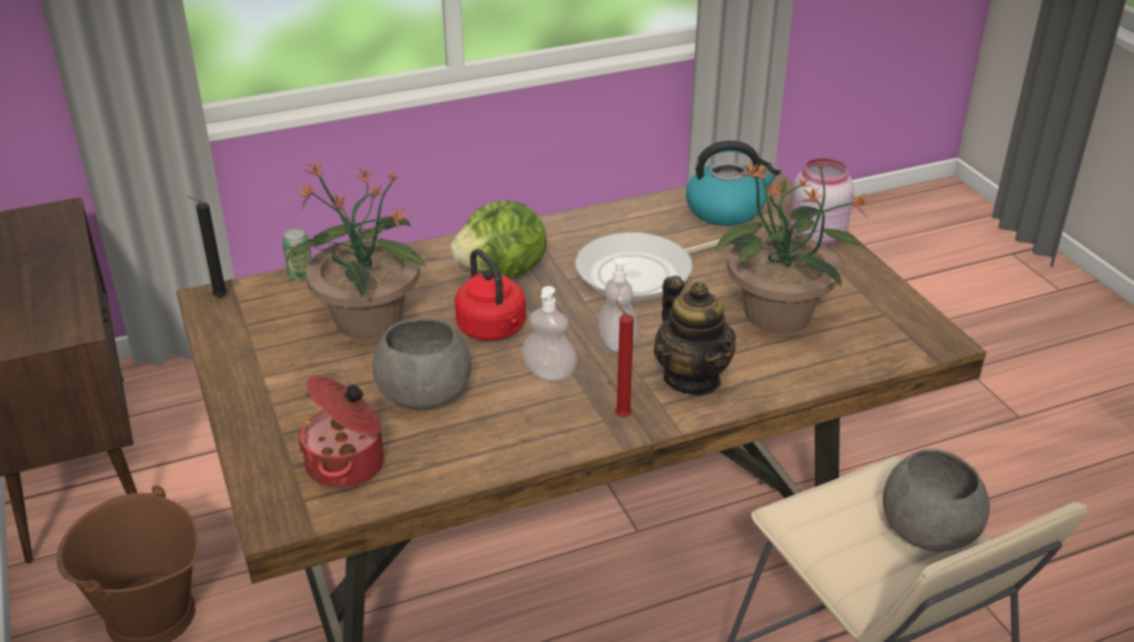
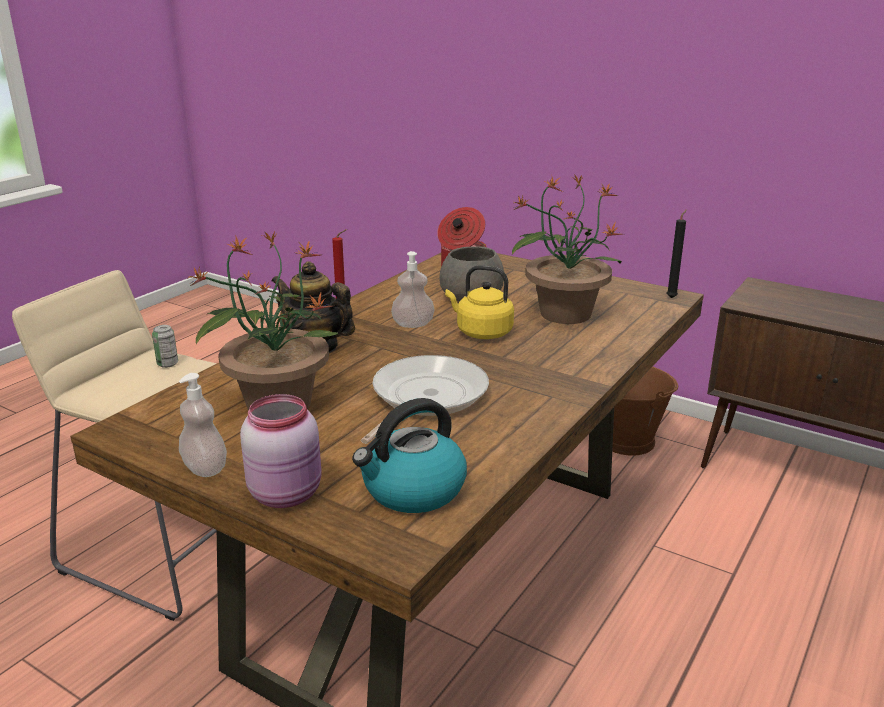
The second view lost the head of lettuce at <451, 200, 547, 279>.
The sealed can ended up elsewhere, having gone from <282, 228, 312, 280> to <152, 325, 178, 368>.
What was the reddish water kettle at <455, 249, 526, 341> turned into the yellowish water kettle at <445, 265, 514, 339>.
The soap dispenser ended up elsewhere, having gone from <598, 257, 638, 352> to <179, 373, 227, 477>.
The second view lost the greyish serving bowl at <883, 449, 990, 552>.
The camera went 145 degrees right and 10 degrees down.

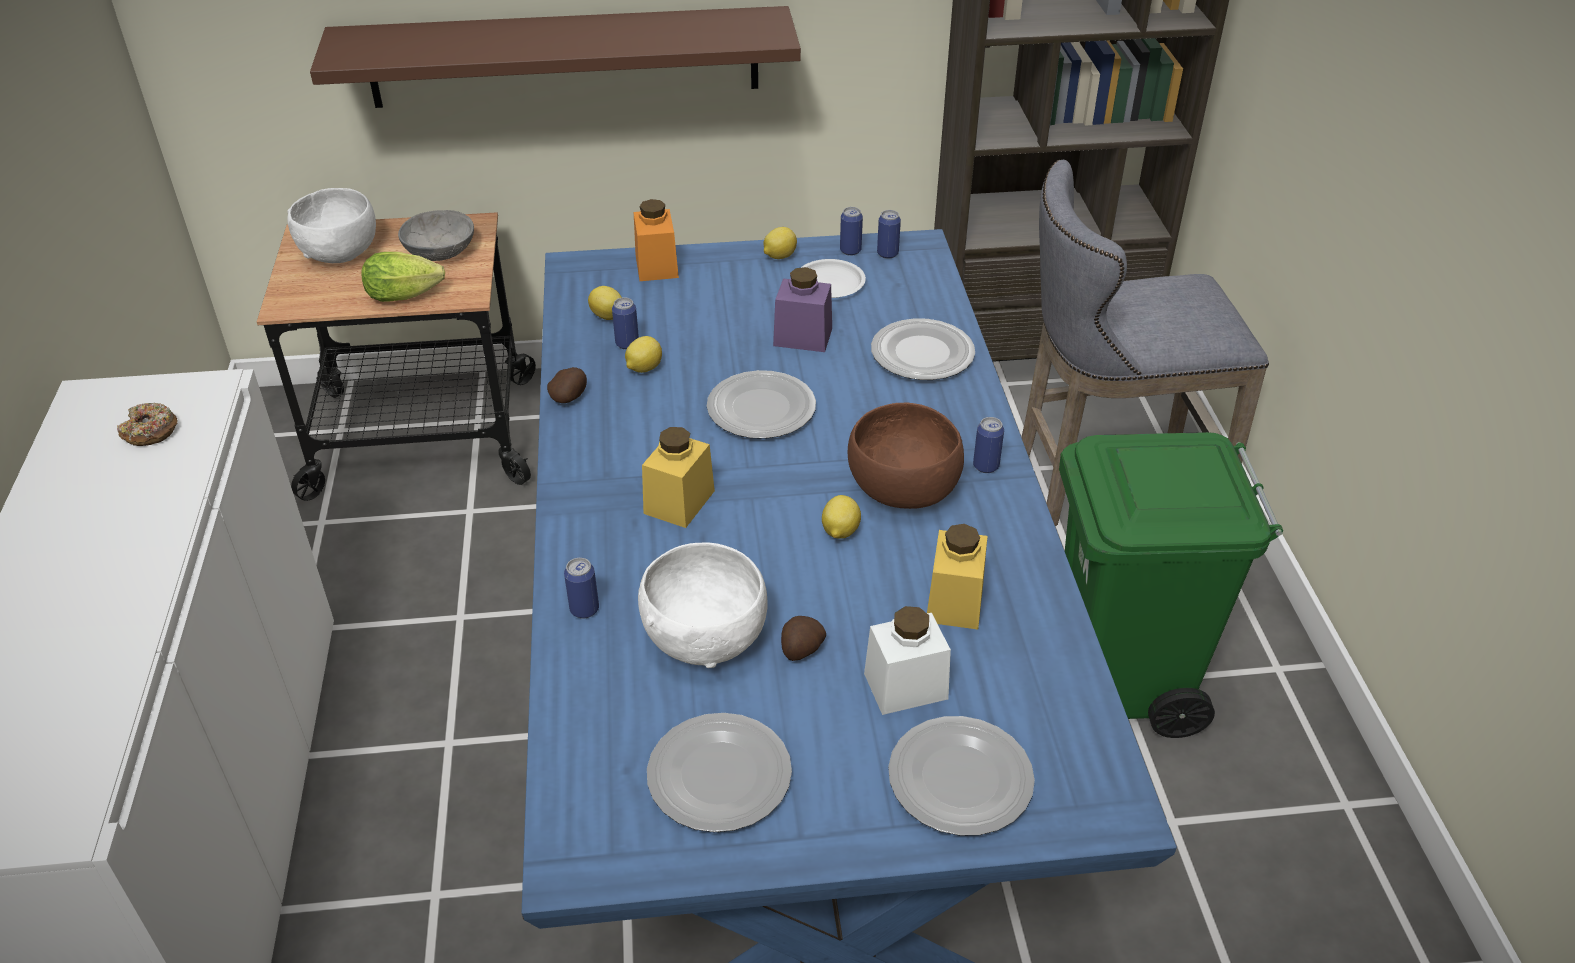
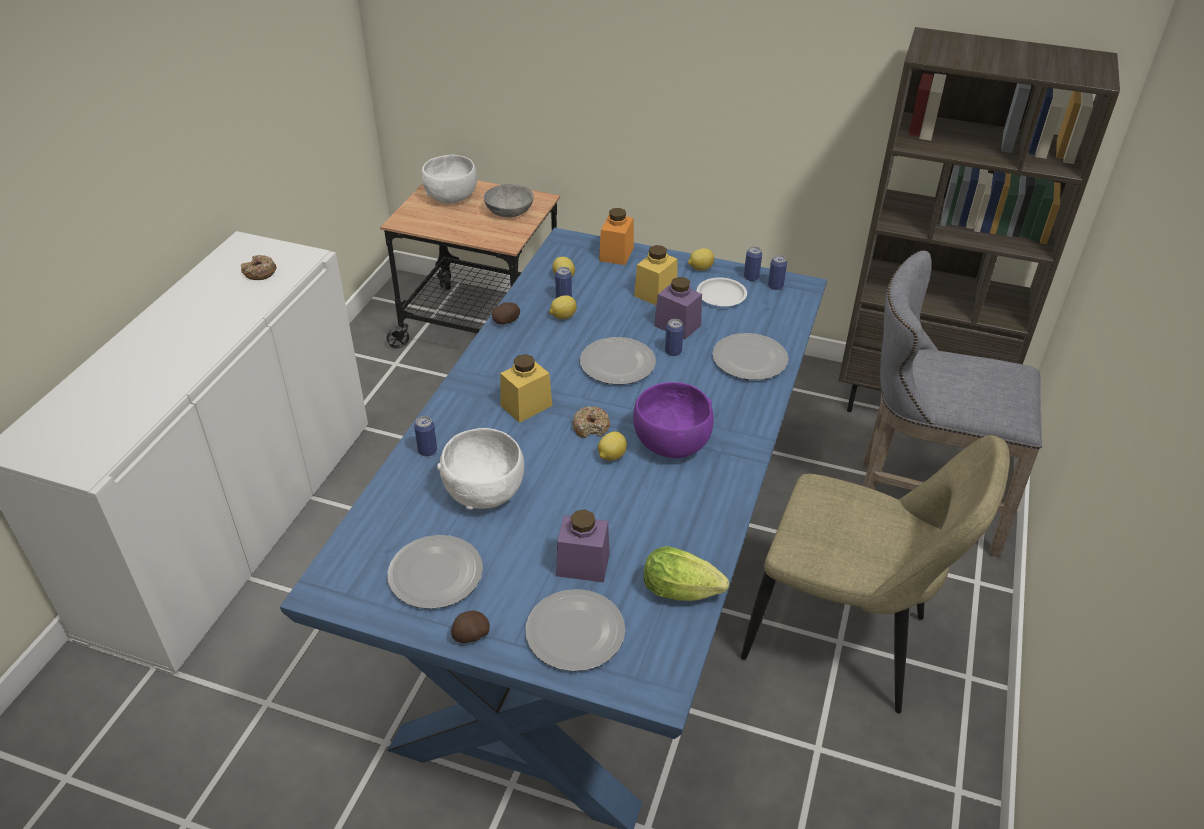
The second view lost the brown wall shelf at <310, 6, 801, 108>.
The head of lettuce ended up elsewhere, having gone from <361, 252, 445, 302> to <644, 546, 729, 601>.
What was the brown serving bowl at <848, 402, 964, 509> turned into the purple serving bowl at <633, 382, 714, 458>.
The sealed can ended up elsewhere, having gone from <973, 417, 1004, 473> to <665, 319, 684, 356>.
Where the greenish trash can stood at <1059, 432, 1283, 738>, the beige-coloured chair came to stand at <741, 435, 1010, 713>.
The yellowish preserve jar ended up elsewhere, having gone from <927, 524, 988, 629> to <634, 245, 678, 306>.
What was the whitish preserve jar at <864, 606, 951, 715> turned into the purple preserve jar at <556, 509, 610, 582>.
The whole potato ended up elsewhere, having gone from <781, 616, 826, 661> to <451, 610, 490, 643>.
The second view gained the doughnut at <572, 406, 610, 438>.
The camera went 25 degrees right and 0 degrees up.

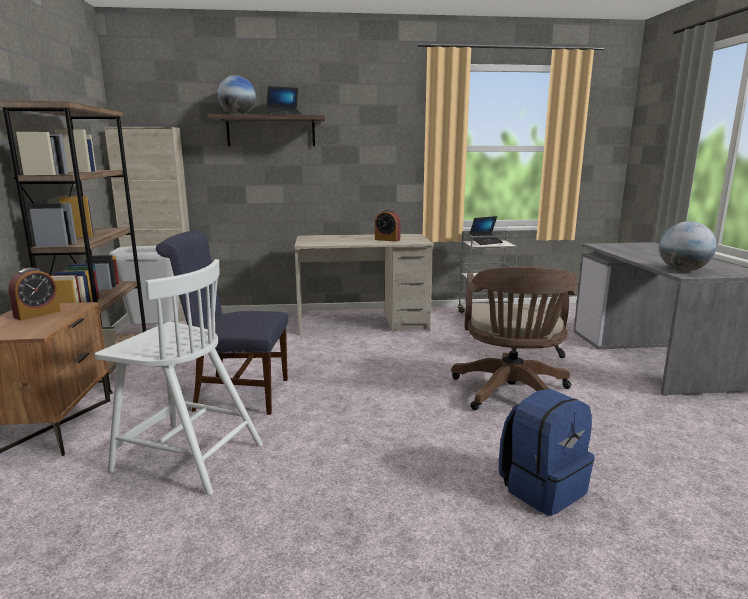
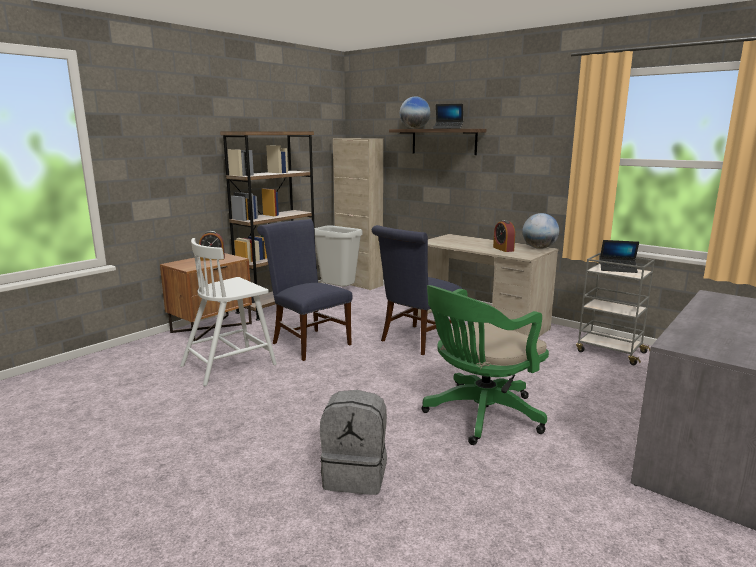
The desk globe ended up elsewhere, having gone from <659, 221, 717, 271> to <522, 213, 559, 249>.
The whitish chair at <95, 259, 263, 495> ended up facing another way, 75 degrees clockwise from before.
What was the brown desk chair at <451, 266, 578, 410> turned into the greenish desk chair at <422, 285, 549, 445>.
What was the blue-coloured knapsack at <499, 389, 595, 516> turned into the greyish knapsack at <320, 390, 387, 495>.
The second view gained the blue-coloured chair at <372, 225, 462, 355>.
The camera went 45 degrees right and 0 degrees up.

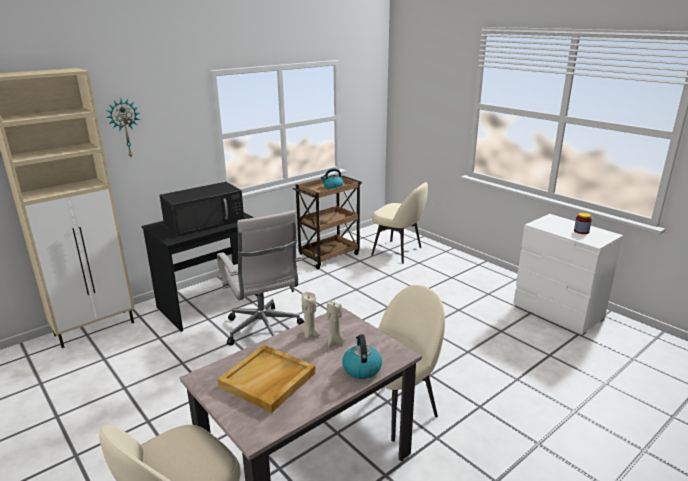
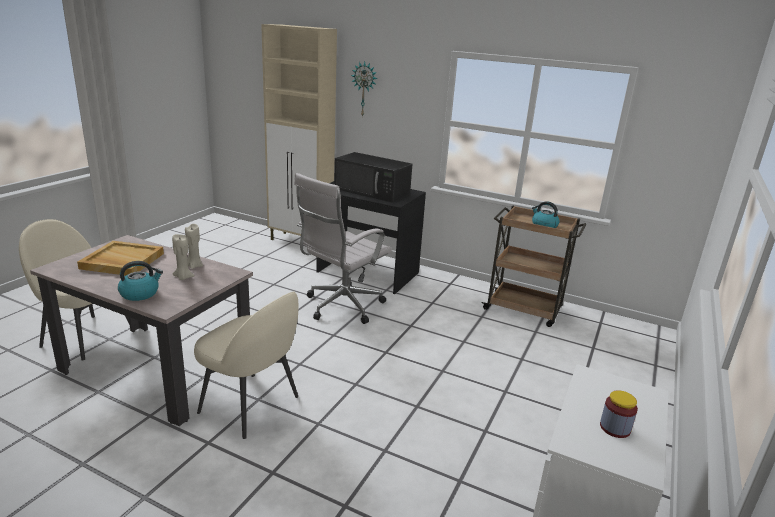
The second view lost the beige-coloured chair at <371, 182, 428, 264>.
The camera went 65 degrees right and 0 degrees up.

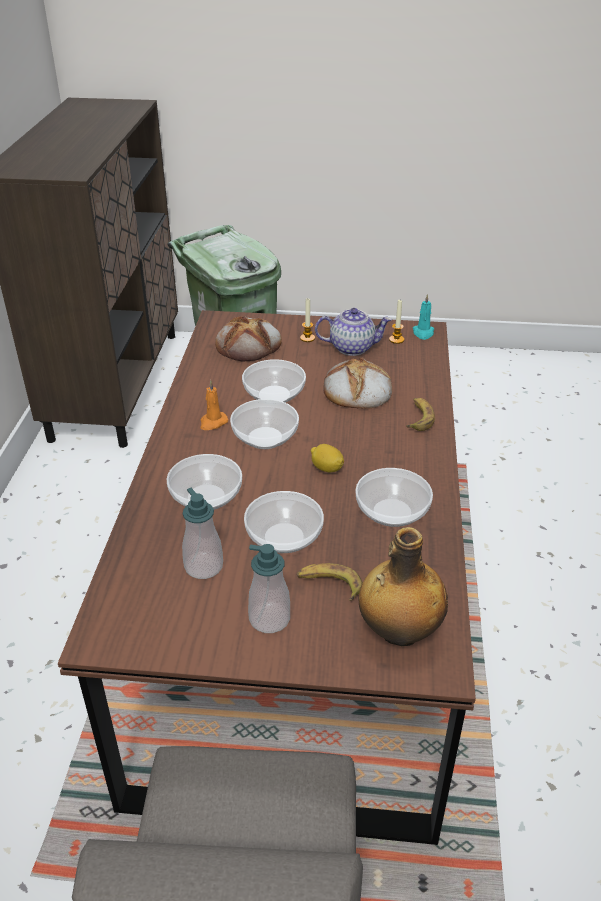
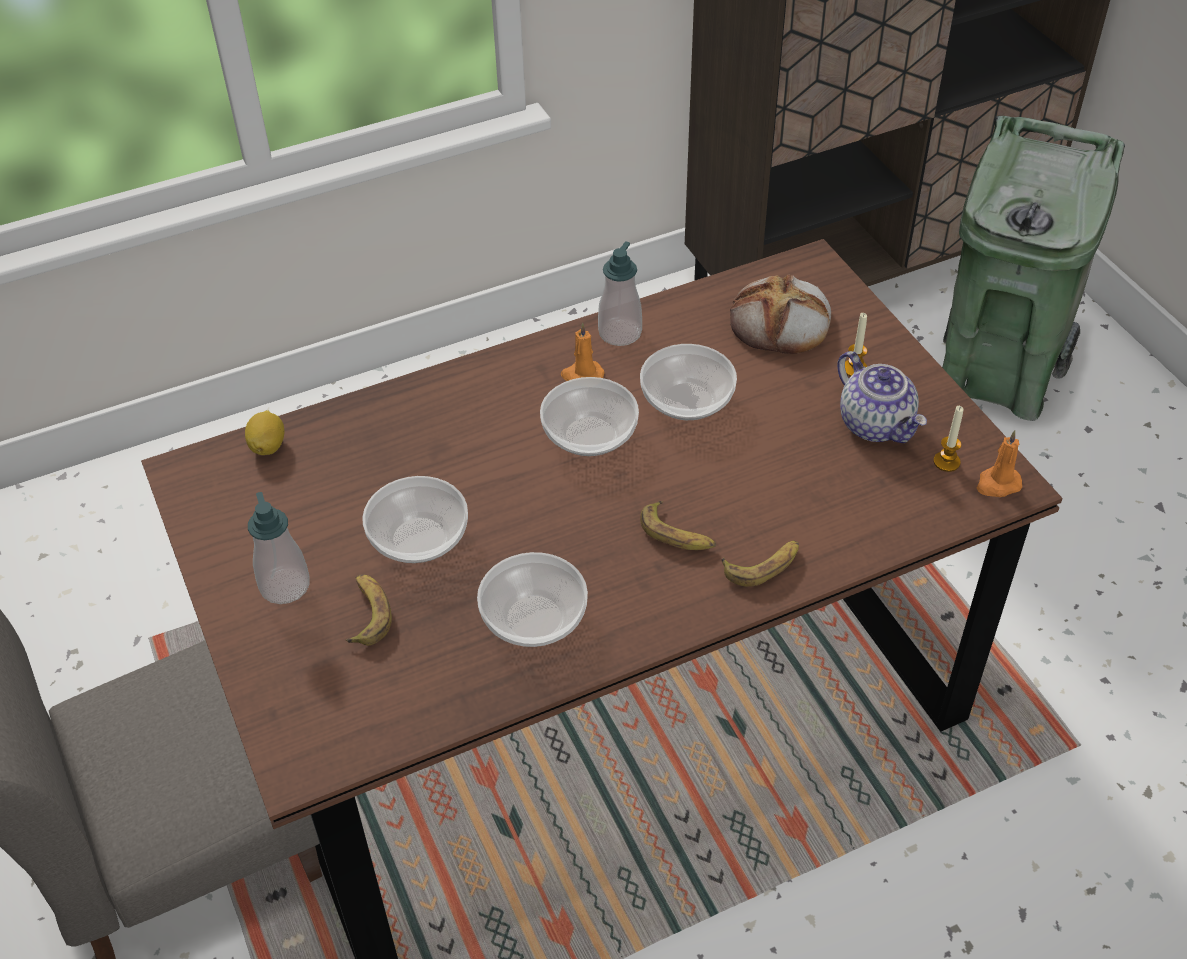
What was the blue-green wax light at <413, 294, 434, 340> turned into the orangey wax light at <977, 430, 1022, 497>.
The second view lost the baked bread at <323, 358, 392, 409>.
The whole lemon ended up elsewhere, having gone from <311, 444, 344, 472> to <245, 410, 285, 455>.
The second view lost the serving bowl at <167, 454, 242, 510>.
The soap dispenser ended up elsewhere, having gone from <182, 488, 223, 579> to <598, 241, 642, 346>.
The second view lost the beverage bottle at <358, 527, 448, 646>.
The second view gained the banana at <640, 501, 716, 550>.
The camera went 60 degrees right and 10 degrees up.

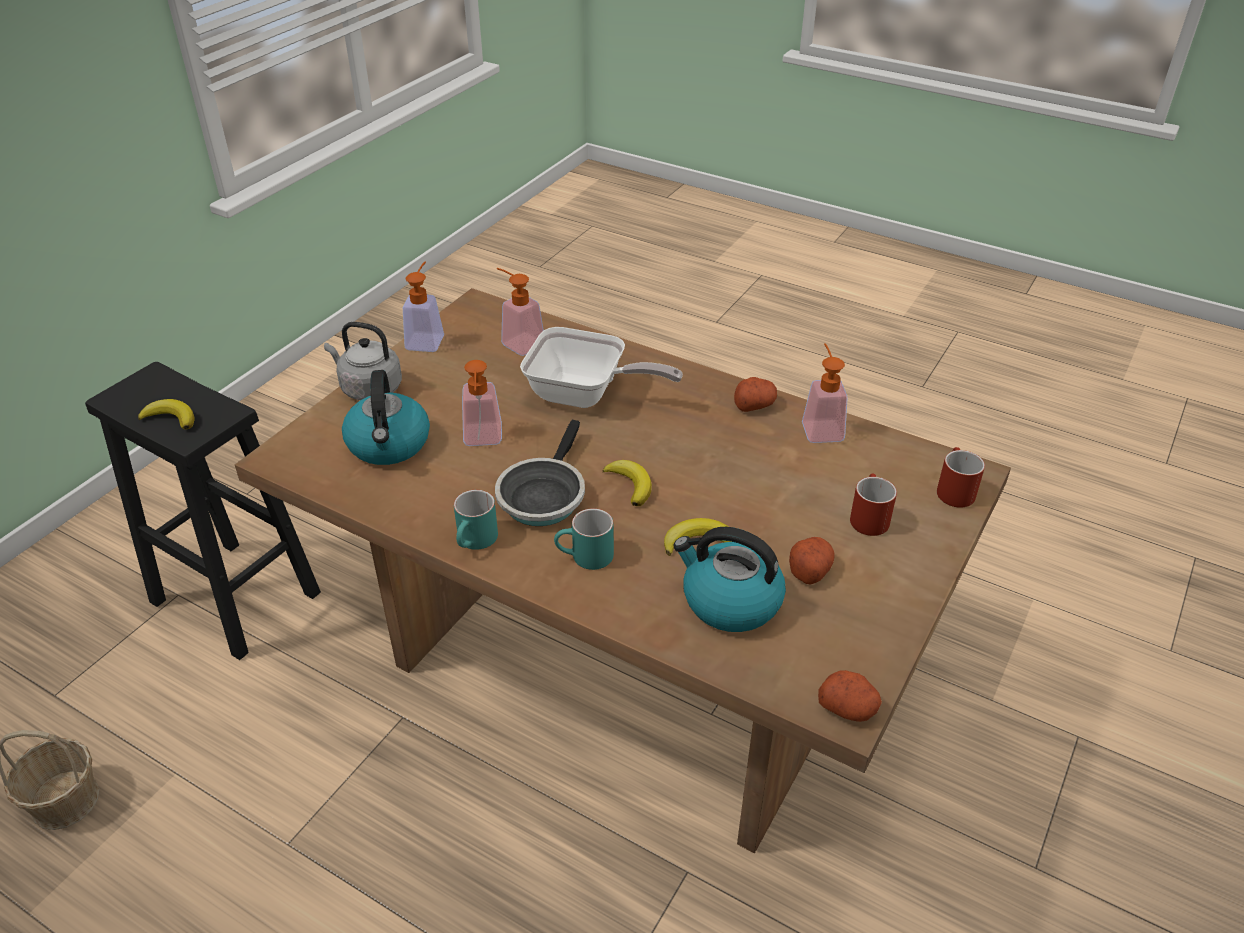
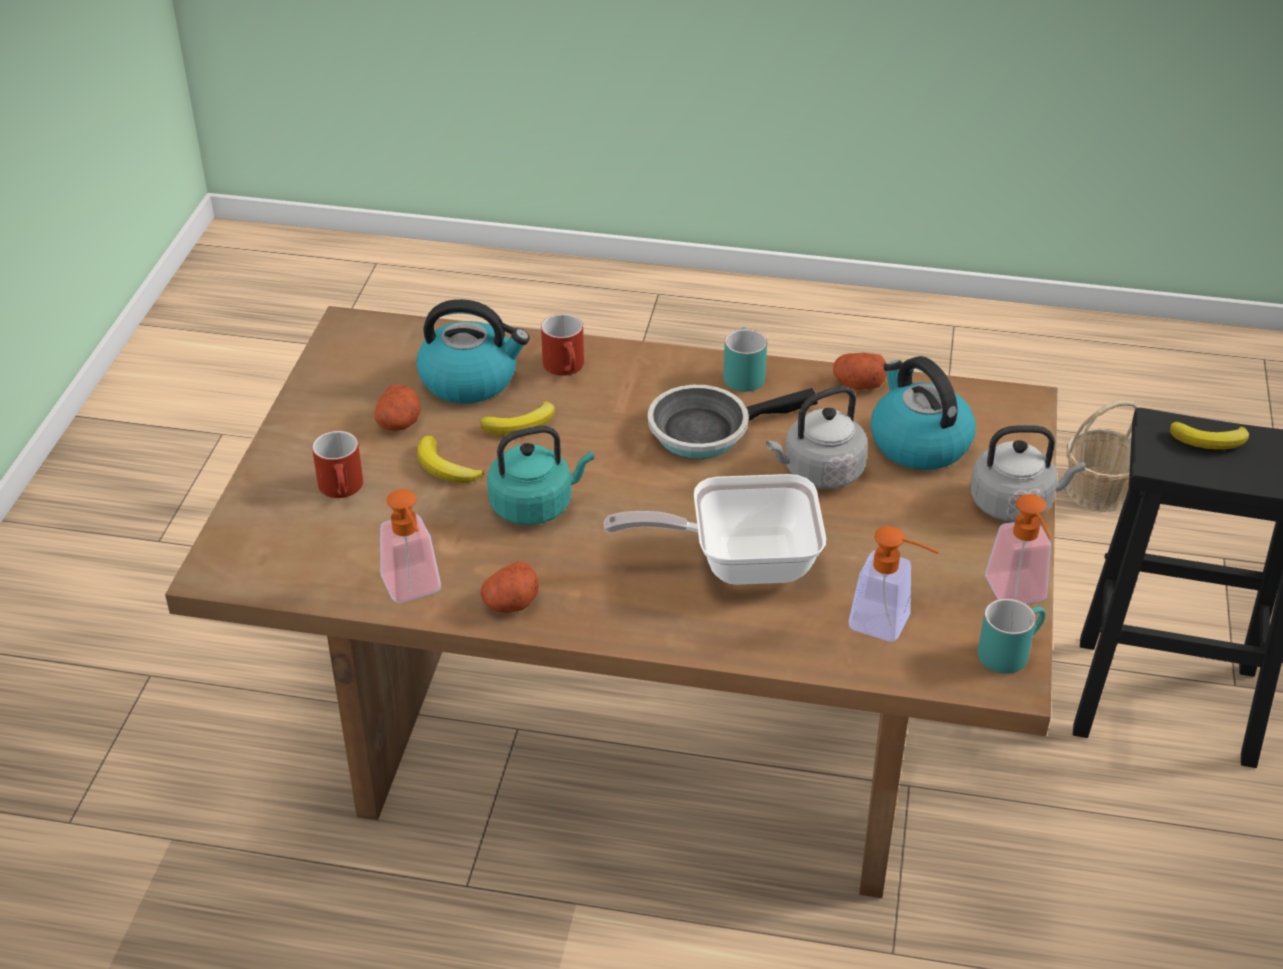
Where the soap dispenser stood at <462, 360, 502, 446>, the greyish water kettle came to stand at <766, 386, 868, 489>.
The frying pan at <495, 420, 585, 526> ended up facing another way, 105 degrees counterclockwise from before.
The reddish tea mug ended up elsewhere, having gone from <937, 447, 985, 508> to <541, 314, 584, 376>.
The banana ended up elsewhere, having gone from <603, 460, 652, 506> to <417, 435, 484, 483>.
The blue-green tea mug ended up elsewhere, having gone from <554, 508, 614, 570> to <978, 598, 1046, 674>.
The whole potato ended up elsewhere, having gone from <818, 670, 882, 722> to <833, 353, 887, 390>.
The second view gained the blue-green water kettle at <487, 426, 594, 525>.
The camera went 160 degrees right and 0 degrees up.

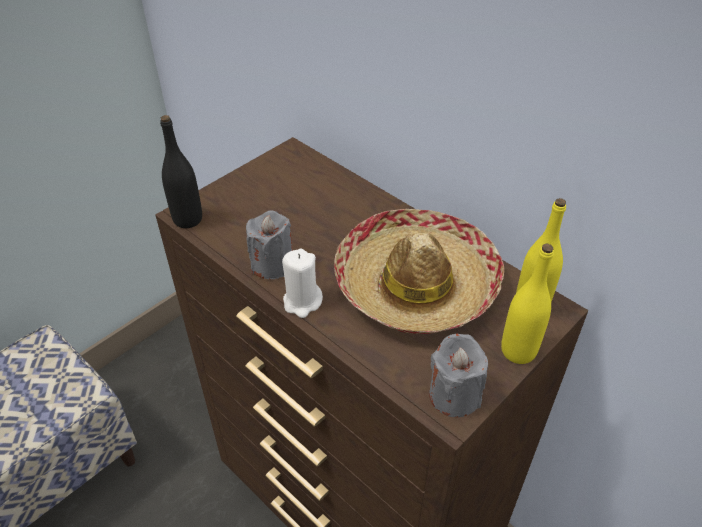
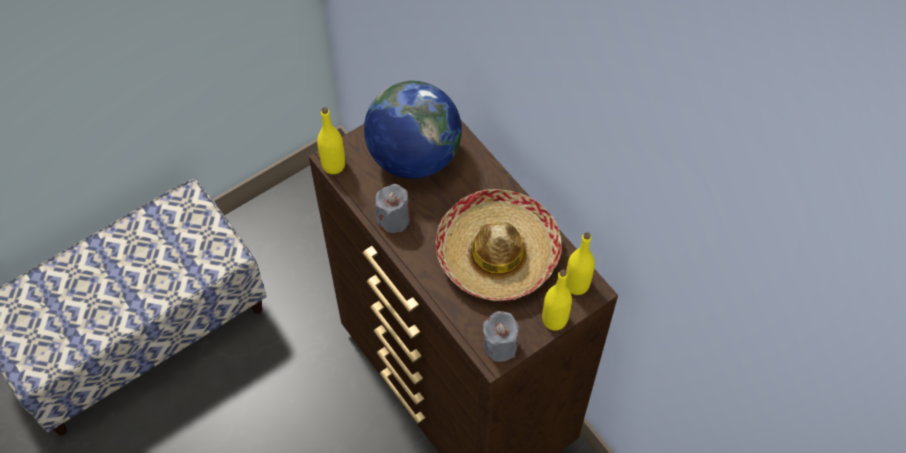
What was the black beverage bottle at <160, 115, 202, 228> turned into the yellowish beverage bottle at <317, 107, 345, 174>.
The second view lost the whitish wax light at <282, 249, 323, 318>.
The second view gained the desk globe at <364, 81, 462, 179>.
The camera went 10 degrees right and 15 degrees up.

